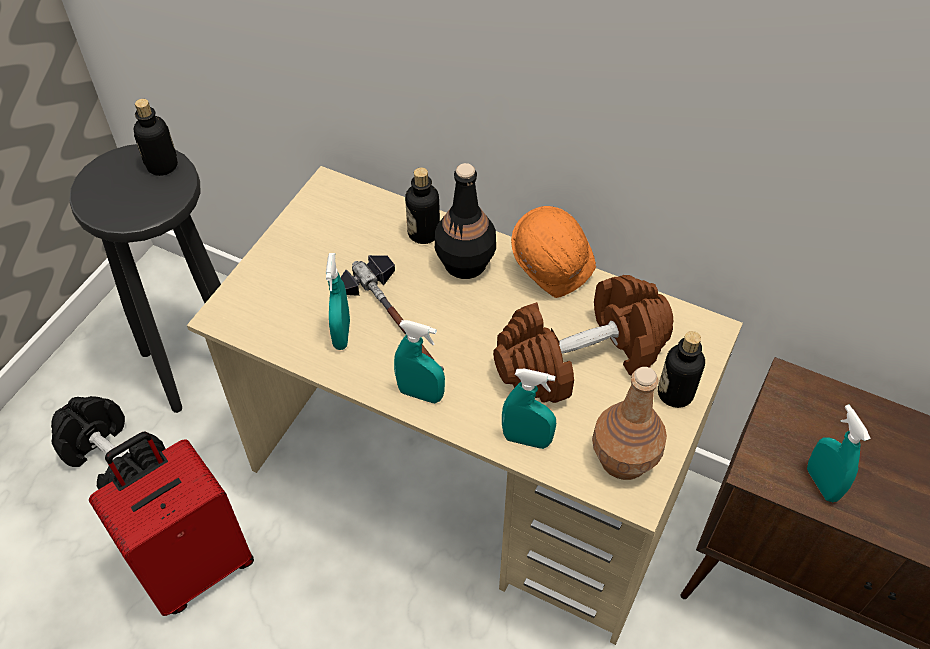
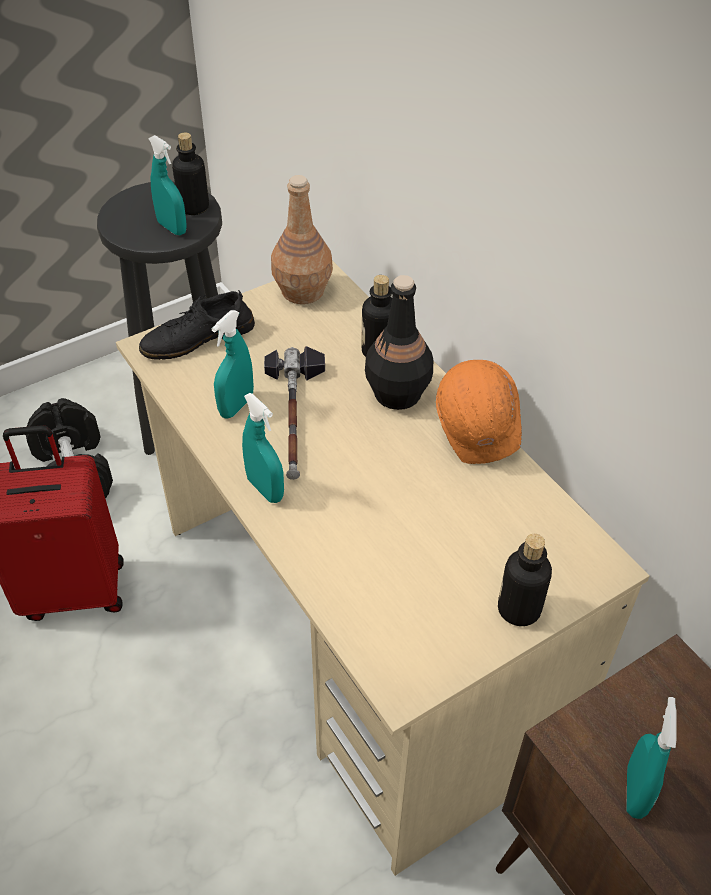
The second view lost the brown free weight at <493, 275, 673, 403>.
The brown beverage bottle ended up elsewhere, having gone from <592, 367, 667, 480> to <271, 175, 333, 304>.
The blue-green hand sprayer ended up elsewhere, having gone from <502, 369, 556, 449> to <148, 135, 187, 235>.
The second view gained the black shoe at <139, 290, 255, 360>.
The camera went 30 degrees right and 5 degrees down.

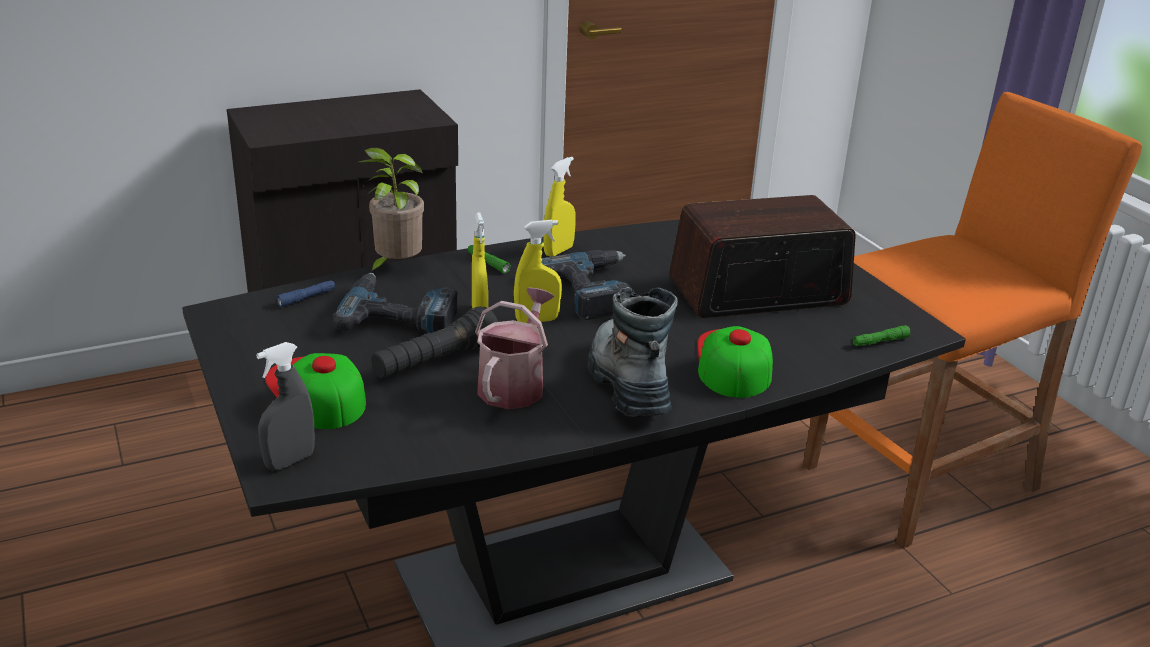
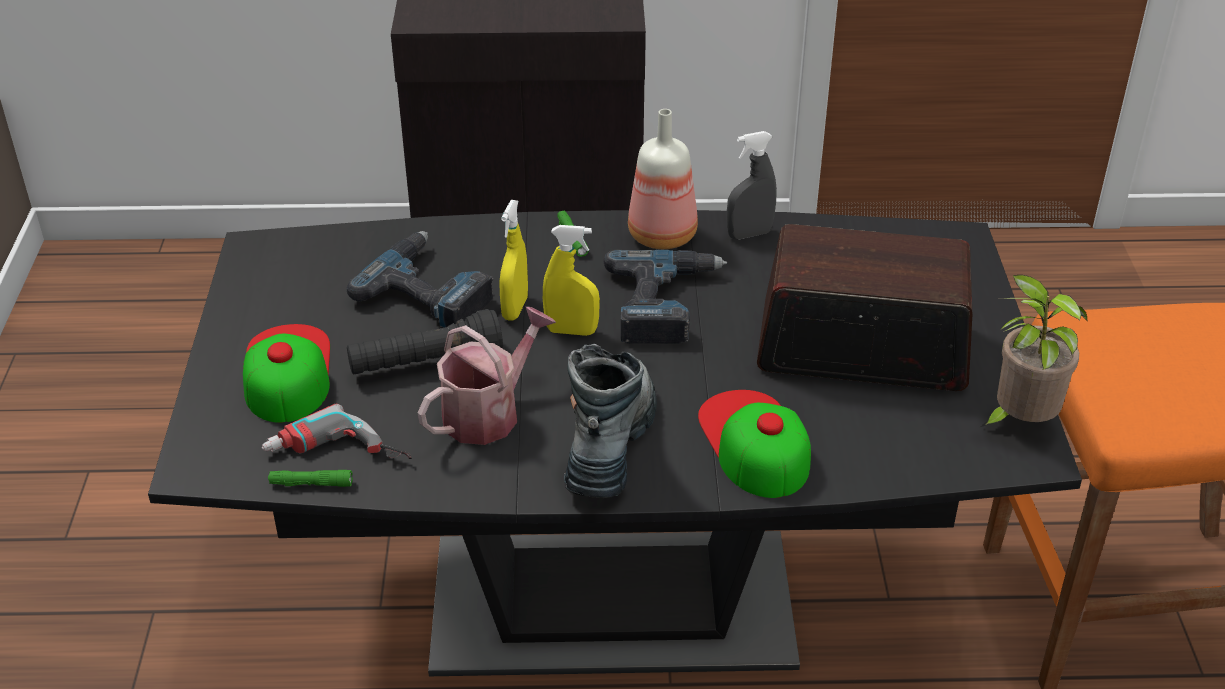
The plant in a pot ended up elsewhere, having gone from <355, 148, 424, 273> to <980, 275, 1088, 427>.
Where the yellowish hand sprayer stood at <543, 157, 576, 257>, the beverage bottle came to stand at <628, 109, 698, 249>.
The second view lost the blue-coloured torch at <276, 280, 335, 307>.
The greenish torch ended up elsewhere, having gone from <853, 325, 911, 346> to <268, 470, 353, 487>.
The baseball cap at <697, 326, 773, 398> ended up facing another way, 45 degrees counterclockwise from before.
The greyish hand sprayer ended up elsewhere, having gone from <256, 342, 315, 470> to <727, 131, 777, 239>.
The second view gained the electric drill at <262, 404, 412, 459>.
The camera went 25 degrees right and 10 degrees up.

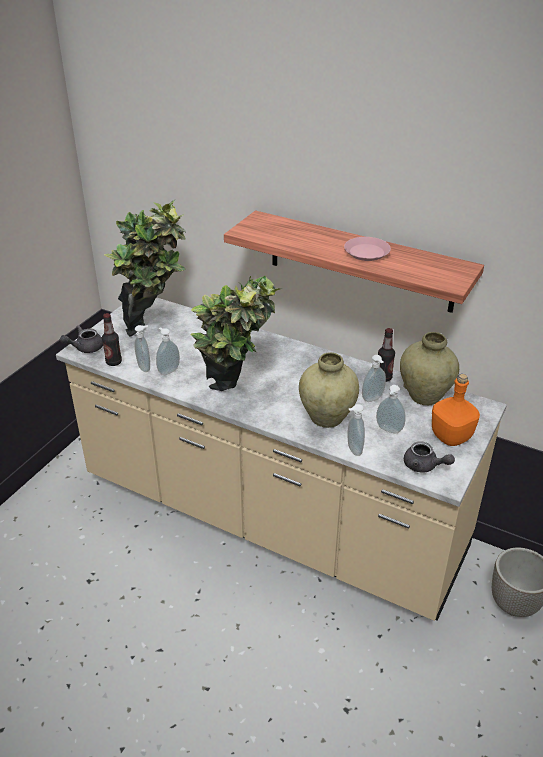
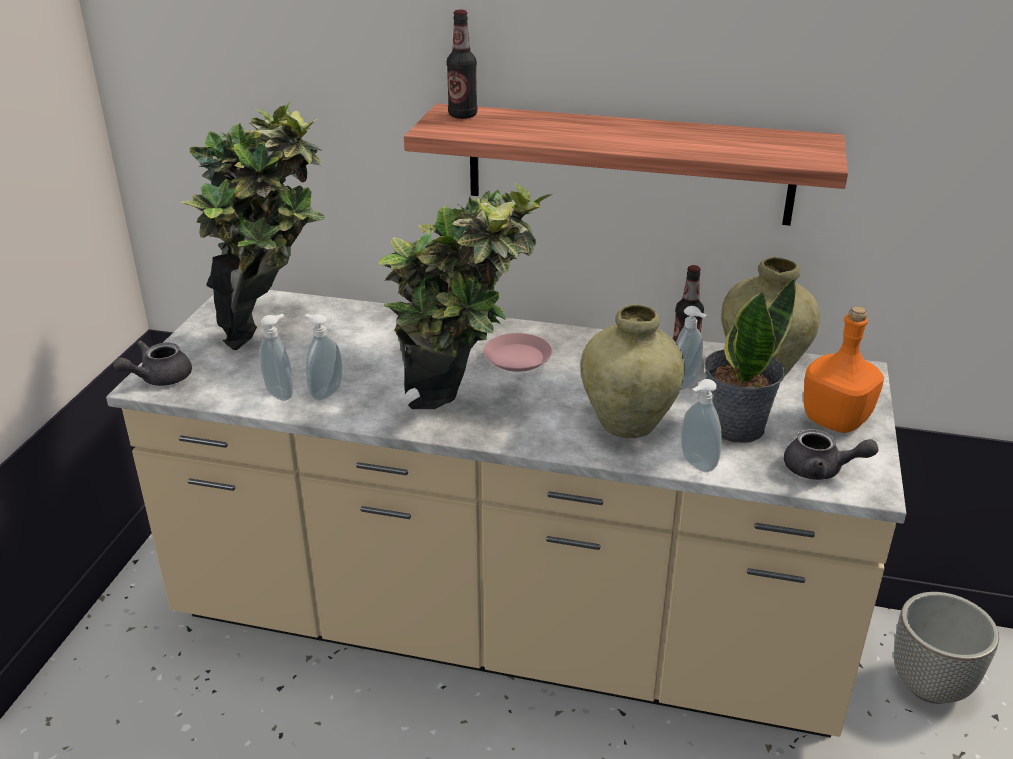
The pinkish dinner plate ended up elsewhere, having gone from <344, 237, 391, 261> to <483, 333, 553, 372>.
The beverage bottle ended up elsewhere, having gone from <102, 313, 122, 366> to <447, 10, 477, 119>.
Where the soap dispenser stood at <376, 385, 405, 433>, the plant in a pot came to stand at <704, 277, 796, 443>.
The camera went 15 degrees left and 5 degrees down.

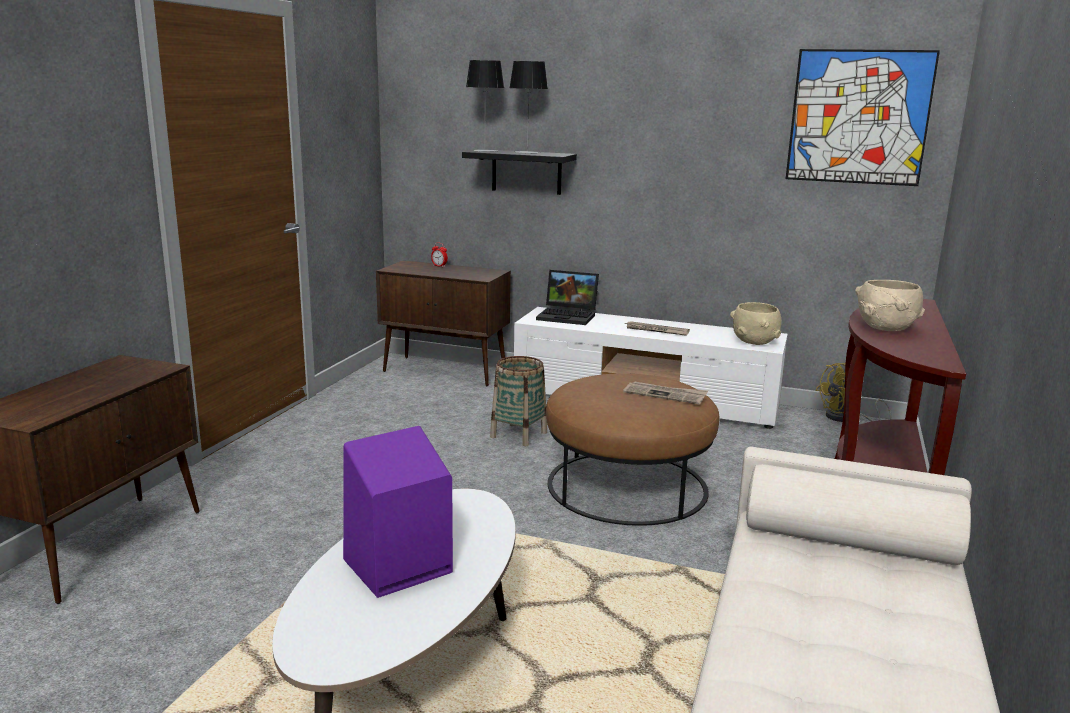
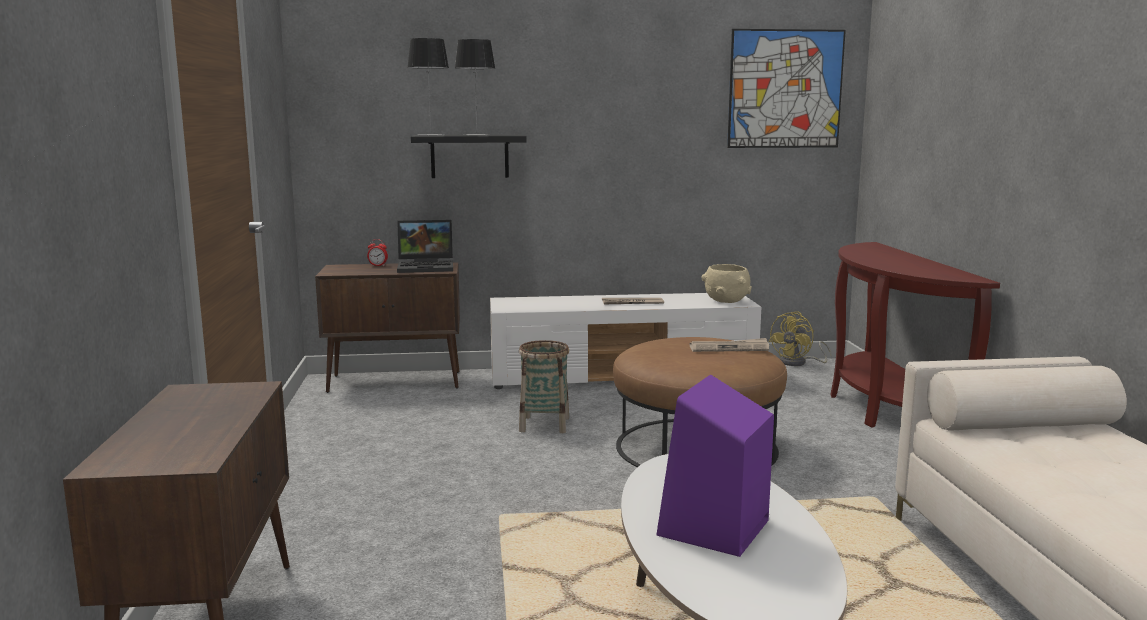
The notebook computer ended up elsewhere, having gone from <536, 270, 599, 325> to <397, 220, 453, 273>.
The second view lost the beige-coloured serving bowl at <855, 280, 925, 331>.
The camera went 25 degrees left and 5 degrees down.

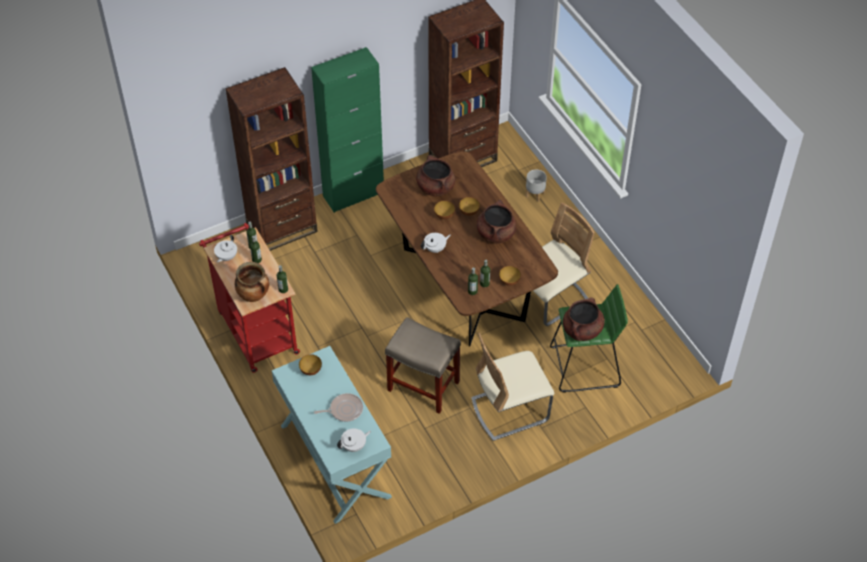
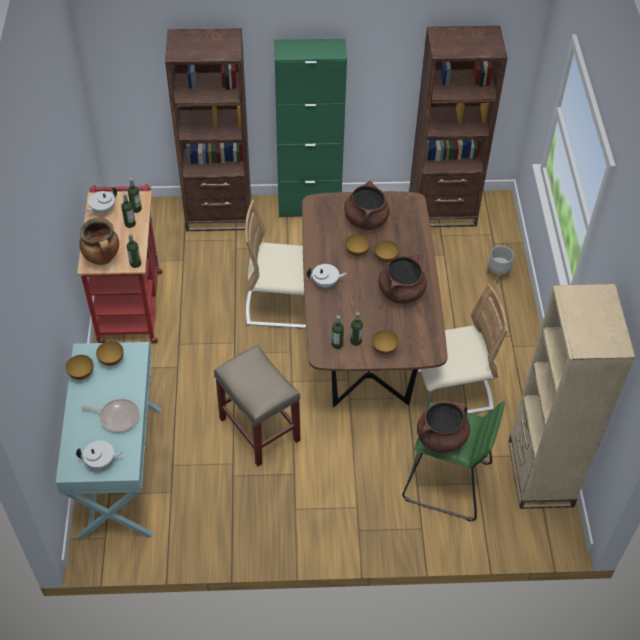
The beige-coloured chair ended up elsewhere, having gone from <471, 332, 554, 441> to <245, 200, 306, 329>.
The second view gained the beige-coloured shelving unit at <508, 284, 635, 509>.
The second view gained the serving bowl at <66, 355, 93, 380>.
The camera went 25 degrees right and 0 degrees up.

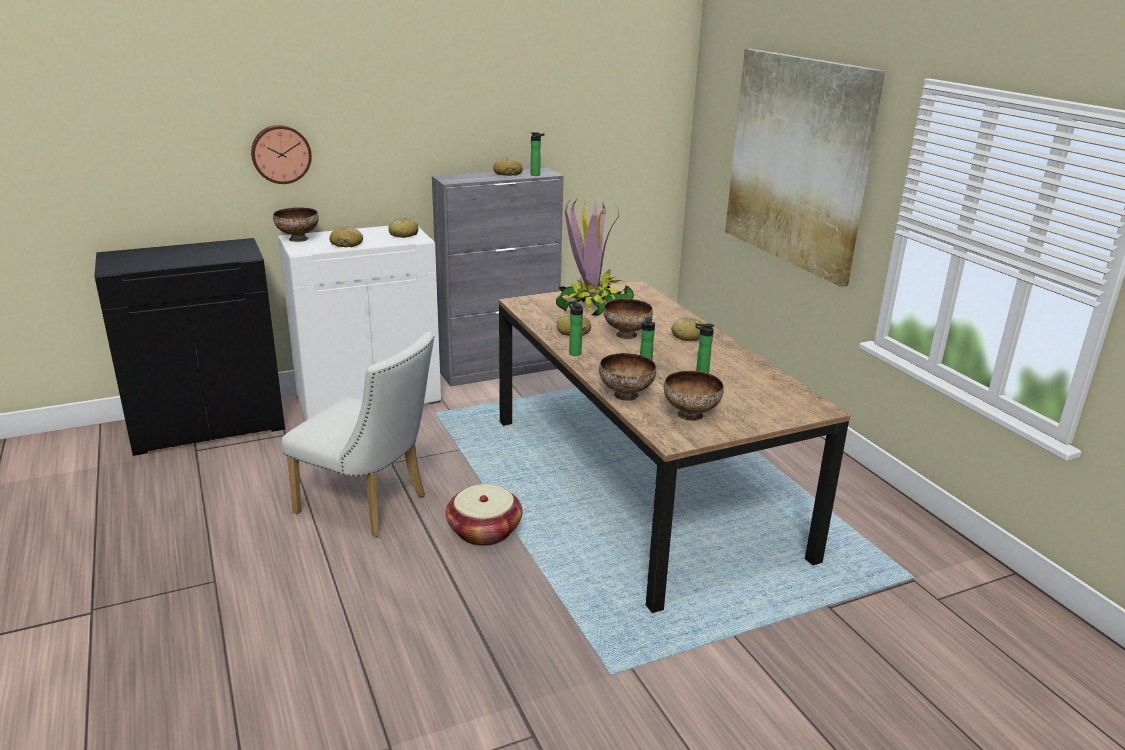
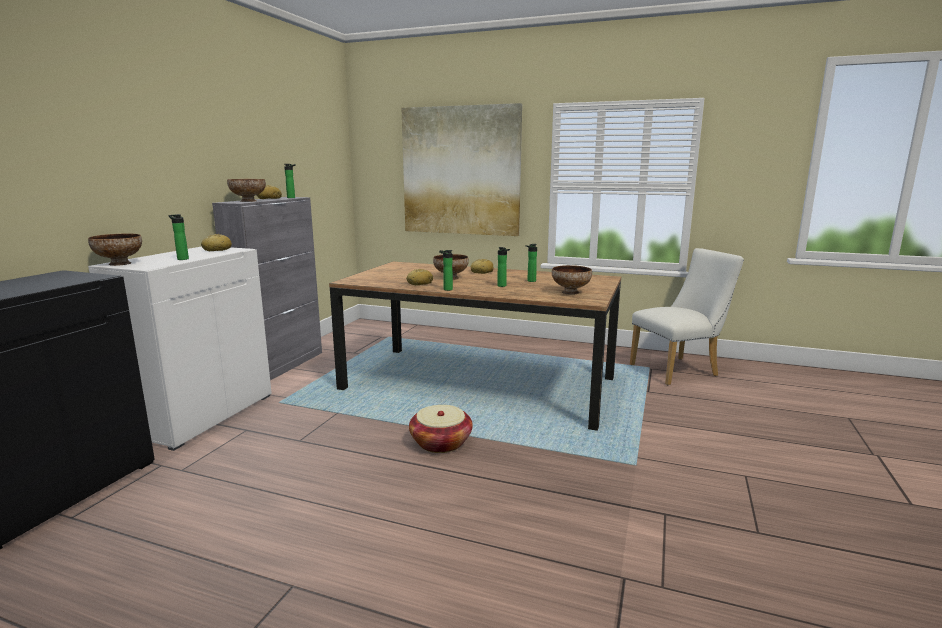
The second view lost the clock on the wall at <251, 125, 312, 184>.
The second view lost the plant in a pot at <556, 198, 634, 316>.
Where the baked bread stood at <329, 226, 363, 247>, the beverage bottle came to stand at <169, 214, 189, 260>.
The whitish chair ended up elsewhere, having gone from <281, 331, 434, 537> to <630, 248, 744, 385>.
The serving bowl ended up elsewhere, having gone from <599, 353, 656, 401> to <227, 179, 266, 202>.
The camera went 45 degrees left and 10 degrees down.

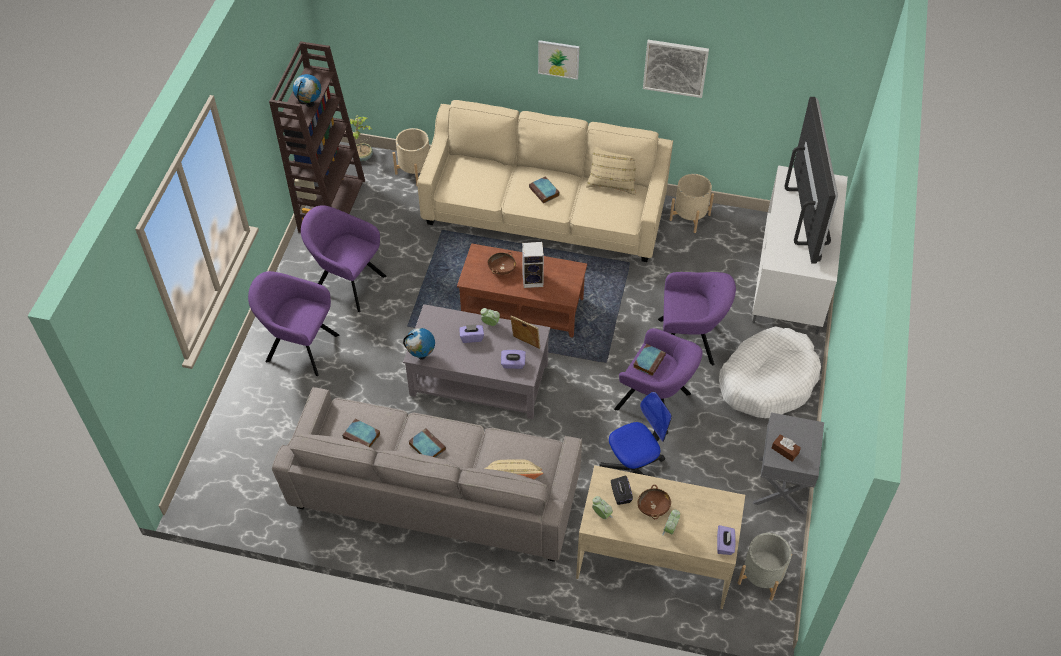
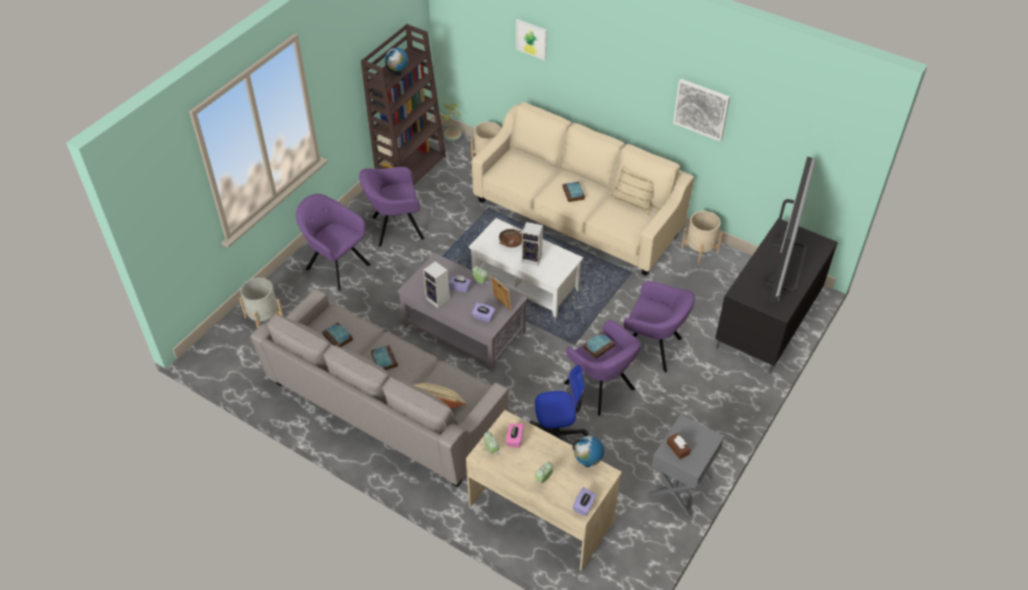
The wall picture ended up elsewhere, having gone from <538, 40, 579, 80> to <516, 19, 547, 60>.
What was the whitish tv unit at <752, 165, 848, 335> turned into the black tv unit at <715, 218, 838, 374>.
The purple lounge chair at <301, 205, 387, 312> ended up facing another way, 60 degrees counterclockwise from before.
What was the brown coffee table at <457, 243, 587, 338> turned into the whitish coffee table at <469, 218, 583, 317>.
The second view lost the whitish dog bed at <719, 326, 821, 418>.
The desk globe ended up elsewhere, having gone from <403, 328, 435, 360> to <573, 436, 604, 467>.
What was the black box of tissues at <611, 475, 633, 505> turned into the pinkish box of tissues at <506, 423, 524, 448>.
The second view lost the brown serving bowl at <637, 485, 671, 519>.
The greyish flower pot ended up elsewhere, having gone from <738, 533, 792, 601> to <239, 277, 283, 328>.
The second view gained the audio speaker at <423, 261, 450, 308>.
The camera went 20 degrees right and 5 degrees down.

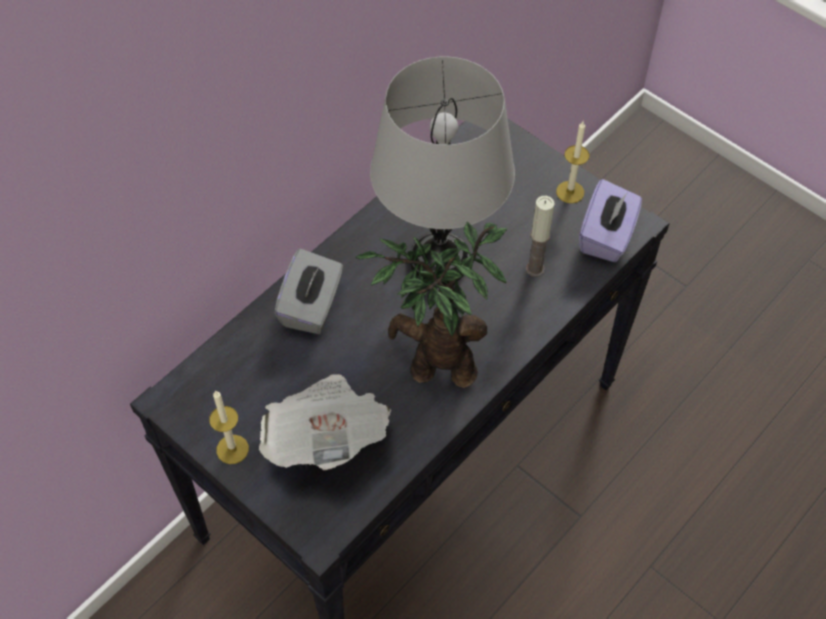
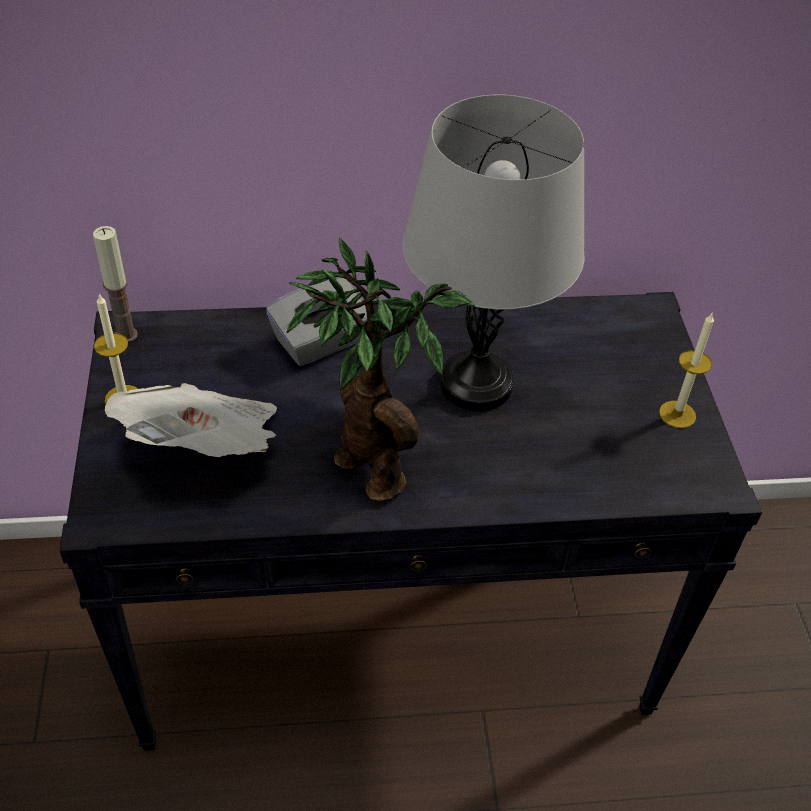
The second view lost the purple box of tissues at <579, 179, 642, 262>.
The wax light ended up elsewhere, having gone from <526, 196, 555, 277> to <93, 226, 138, 342>.
The camera went 40 degrees right and 10 degrees down.

